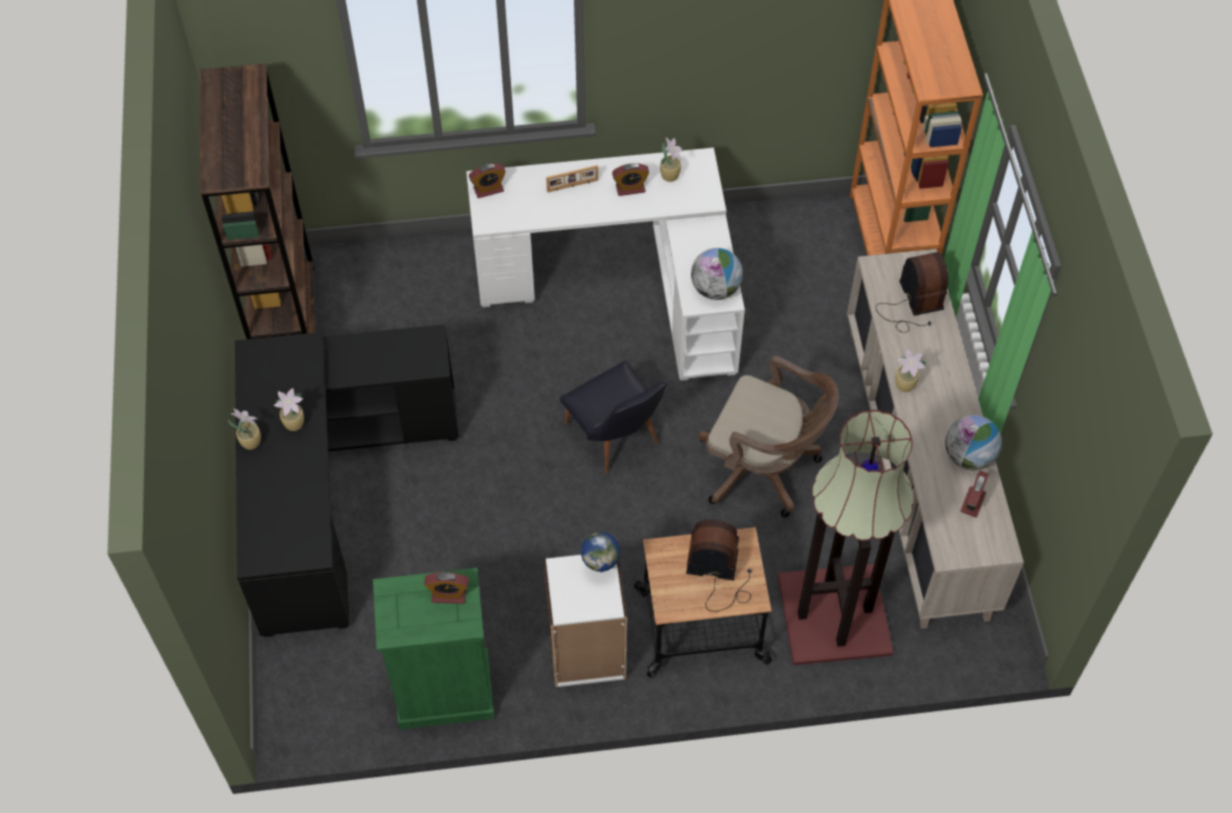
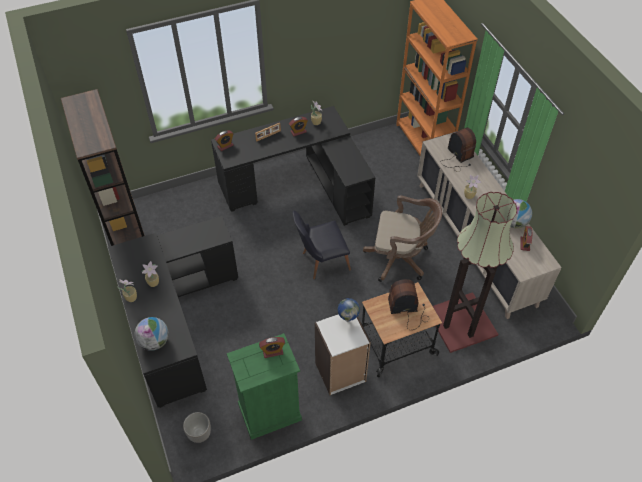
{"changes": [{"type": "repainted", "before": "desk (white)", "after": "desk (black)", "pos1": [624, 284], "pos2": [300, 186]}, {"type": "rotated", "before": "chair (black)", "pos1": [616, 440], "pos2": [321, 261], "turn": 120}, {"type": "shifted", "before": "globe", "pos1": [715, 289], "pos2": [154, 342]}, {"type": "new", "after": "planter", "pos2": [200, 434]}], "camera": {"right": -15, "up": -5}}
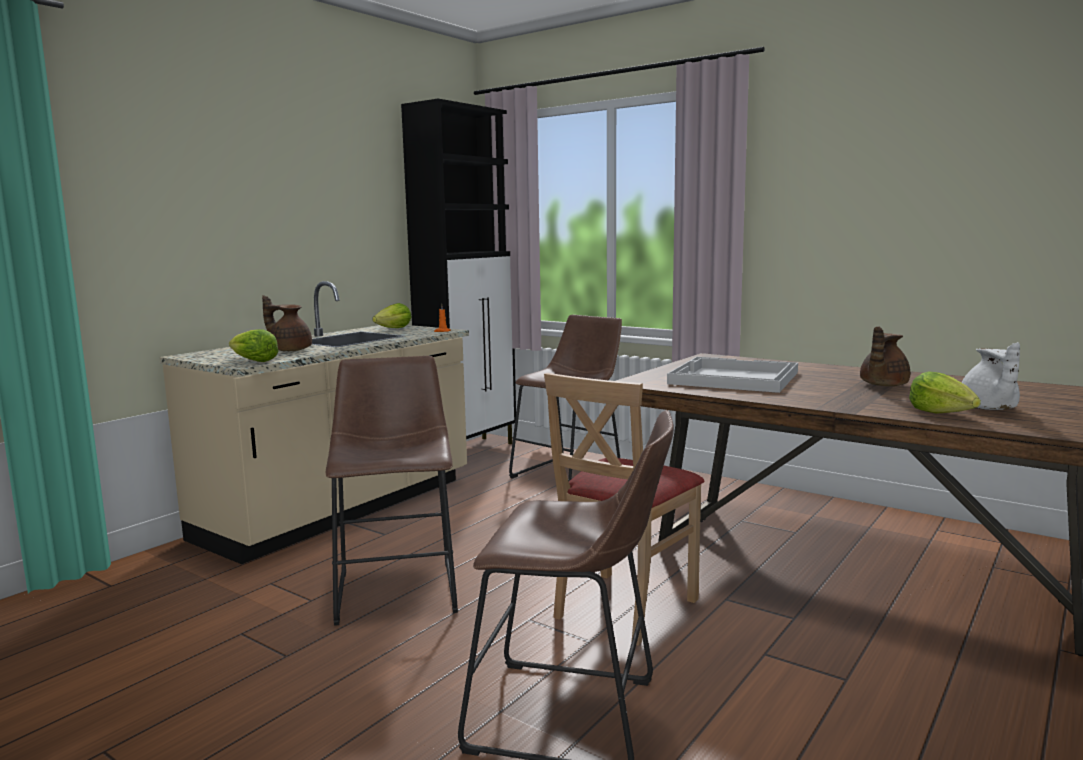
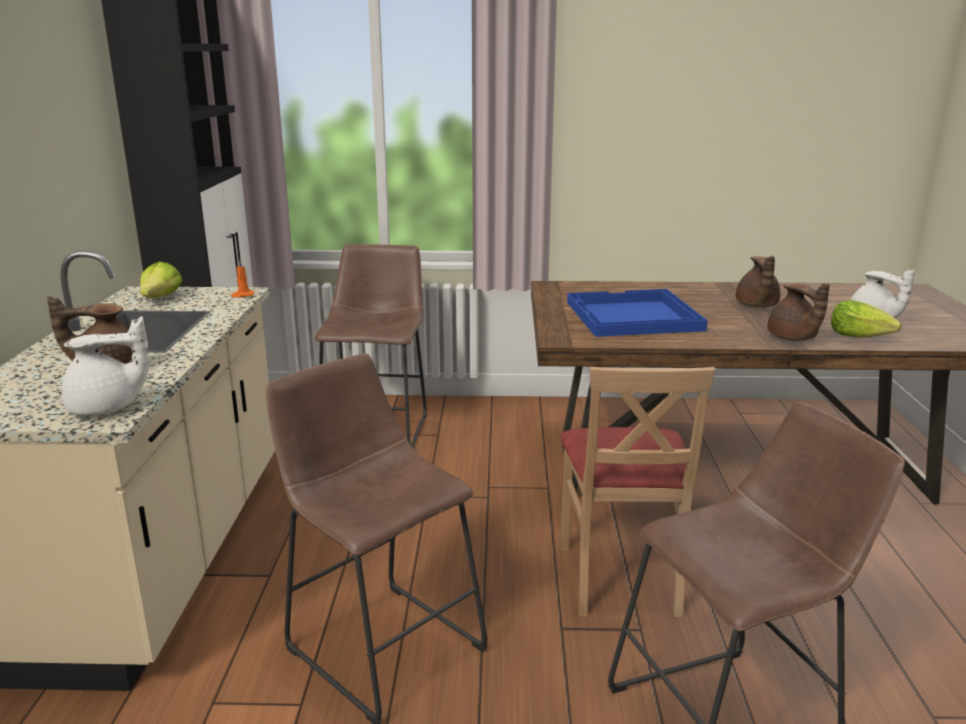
{"changes": [{"type": "swapped", "before": "lettuce", "after": "teapot (white)", "pos1": [253, 361], "pos2": [107, 408]}, {"type": "repainted", "before": "tray (white)", "after": "tray (blue)", "pos1": [732, 378], "pos2": [632, 316]}, {"type": "new", "after": "teapot (brown)", "pos2": [793, 338]}], "camera": {"right": -35, "up": 10}}
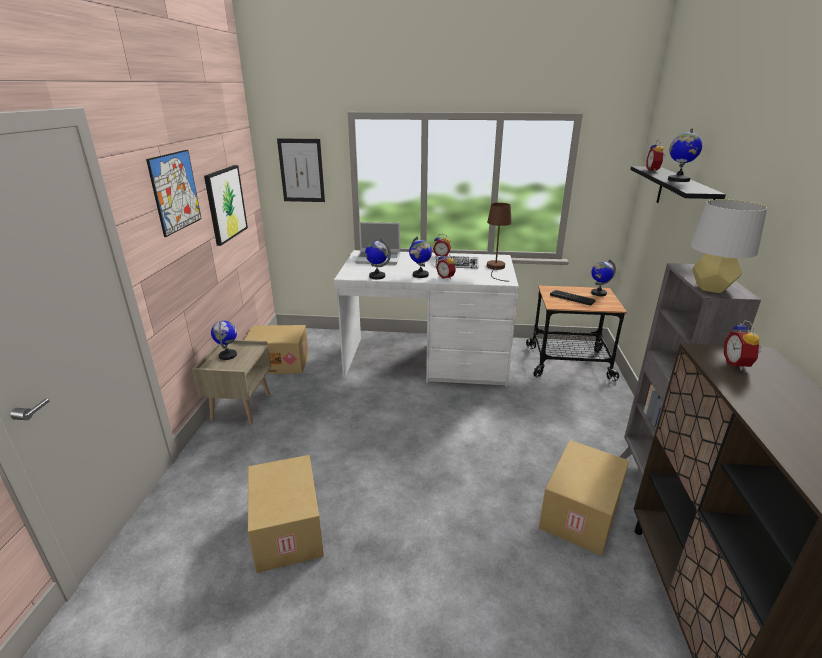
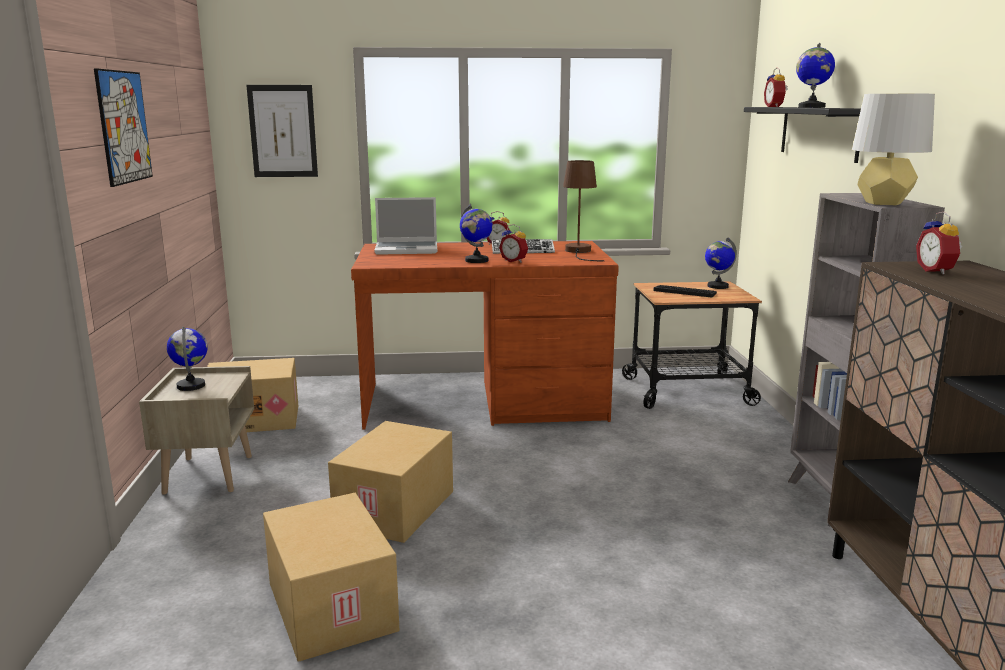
{"changes": [{"type": "gone", "before": "picture", "pos1": [225, 204]}, {"type": "repainted", "before": "desk (white)", "after": "desk (brown)", "pos1": [427, 361], "pos2": [485, 402]}, {"type": "gone", "before": "globe", "pos1": [377, 276]}, {"type": "shifted", "before": "cardboard box", "pos1": [581, 514], "pos2": [396, 509]}], "camera": {"right": -10, "up": -10}}
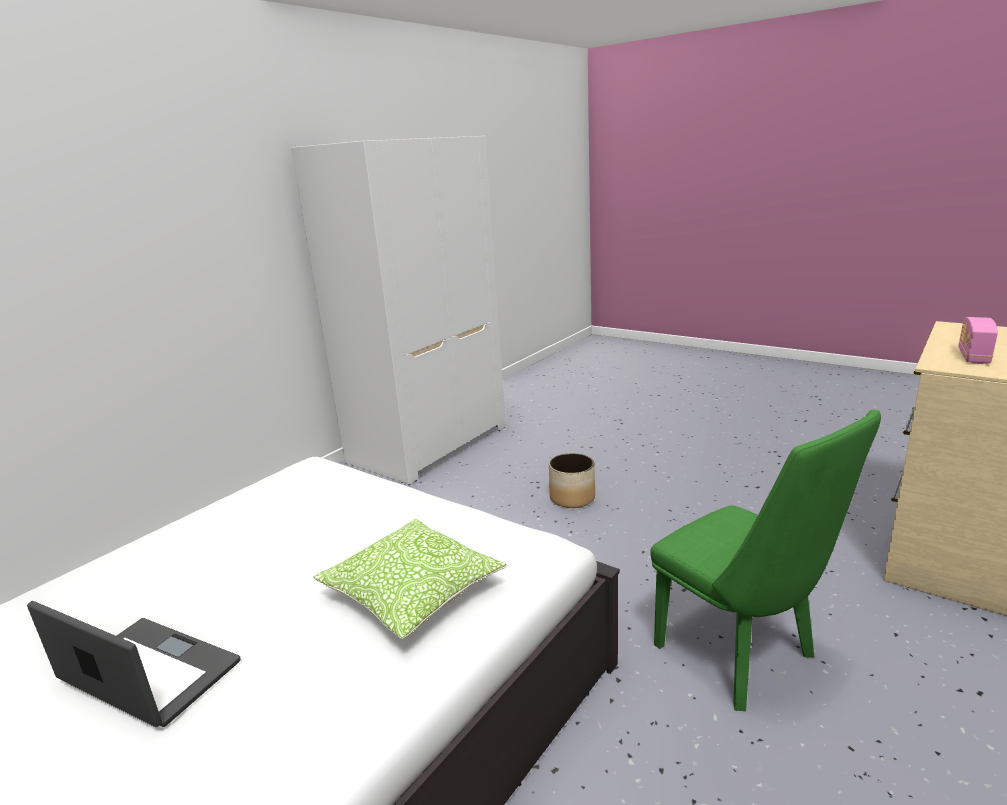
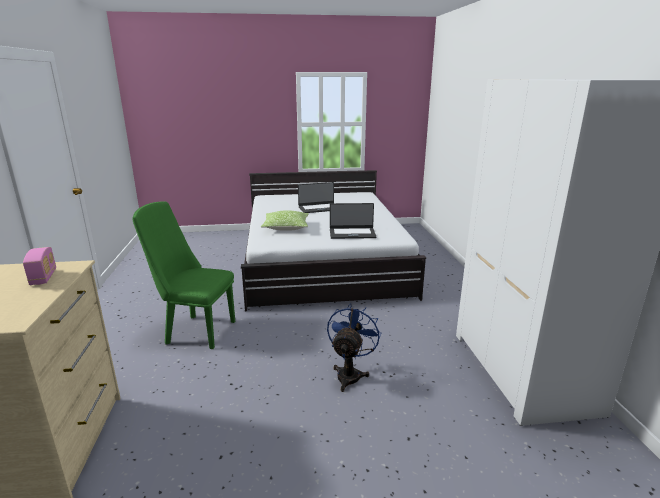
{"changes": [{"type": "swapped", "before": "planter", "after": "fan (blue)", "pos1": [573, 498], "pos2": [350, 374]}, {"type": "new", "after": "laptop", "pos2": [352, 233]}], "camera": {"right": 135, "up": 0}}
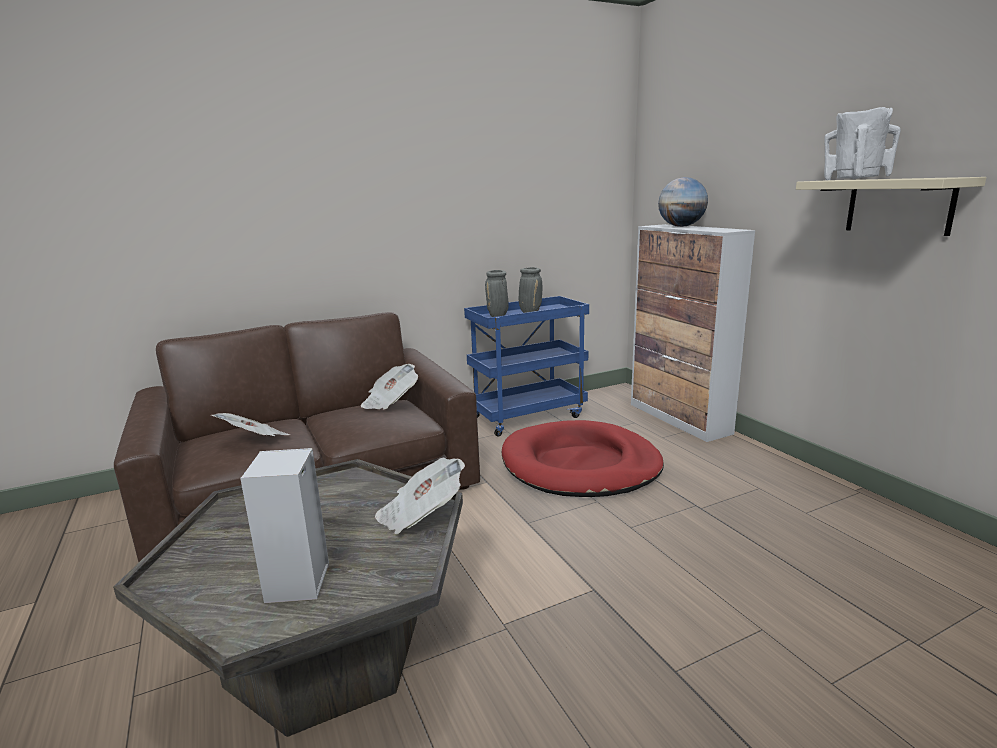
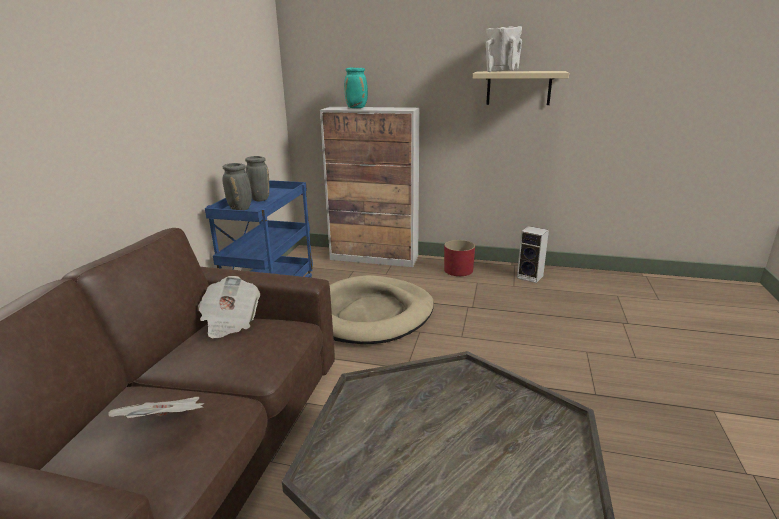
{"changes": [{"type": "shifted", "before": "speaker", "pos1": [298, 584], "pos2": [531, 277]}, {"type": "gone", "before": "newspaper", "pos1": [420, 515]}, {"type": "repainted", "before": "dog bed (red)", "after": "dog bed (beige)", "pos1": [580, 465], "pos2": [370, 314]}, {"type": "swapped", "before": "globe", "after": "vase (turquoise)", "pos1": [681, 226], "pos2": [357, 108]}, {"type": "new", "after": "planter (red)", "pos2": [458, 270]}], "camera": {"right": -50, "up": 5}}
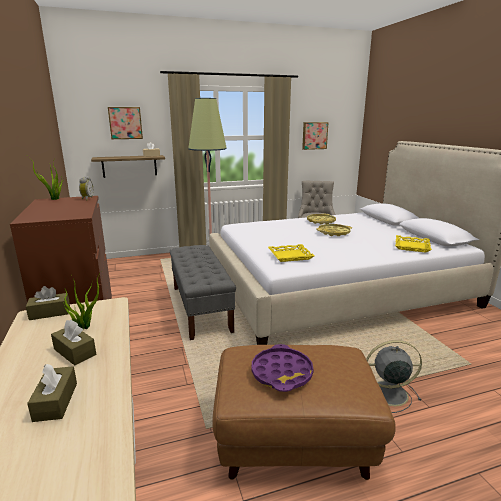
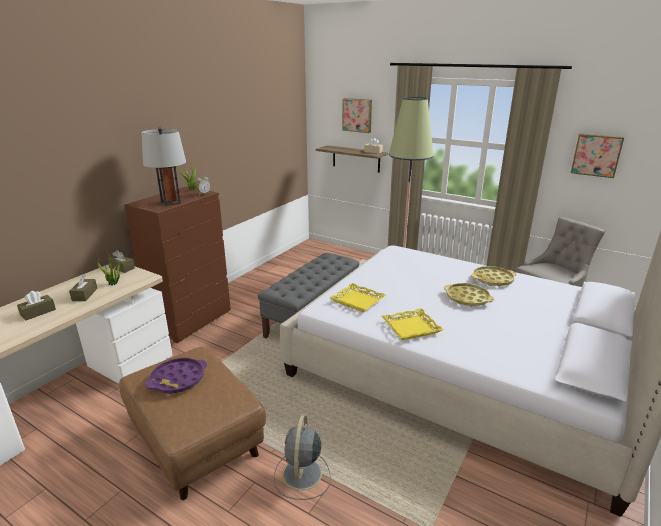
{"changes": [{"type": "rotated", "before": "fan (grey)", "pos1": [387, 393], "pos2": [302, 475], "turn": -135}, {"type": "shifted", "before": "tray (yellow)", "pos1": [411, 246], "pos2": [411, 327]}, {"type": "new", "after": "table lamp (grey)", "pos2": [170, 202]}], "camera": {"right": 50, "up": 5}}
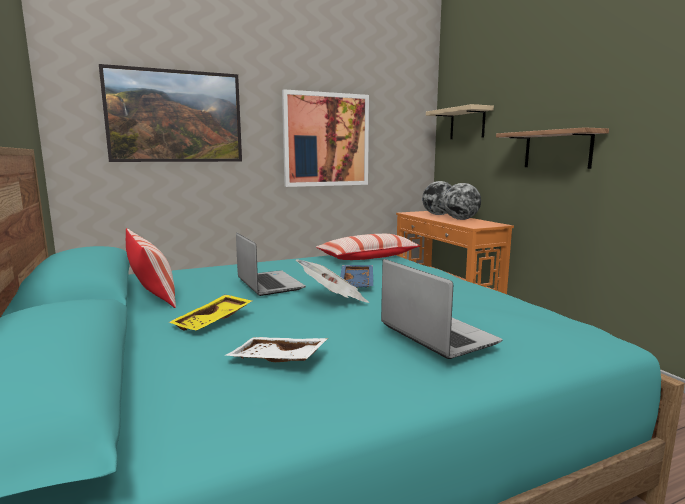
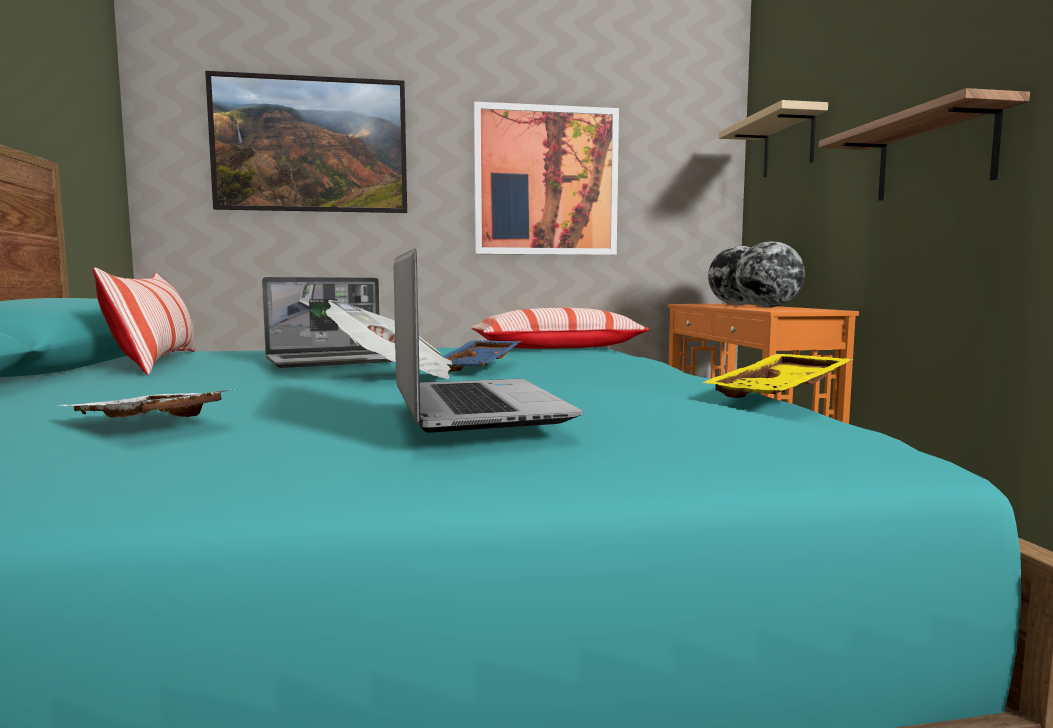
{"changes": [{"type": "shifted", "before": "tray (yellow)", "pos1": [213, 322], "pos2": [781, 392]}, {"type": "rotated", "before": "laptop", "pos1": [268, 284], "pos2": [334, 361], "turn": 75}], "camera": {"right": 15, "up": -5}}
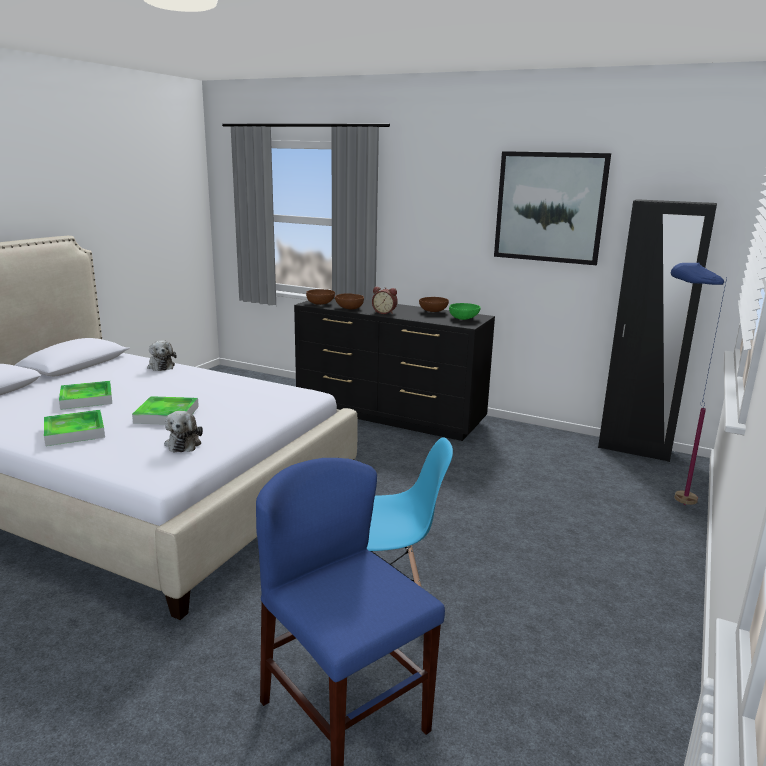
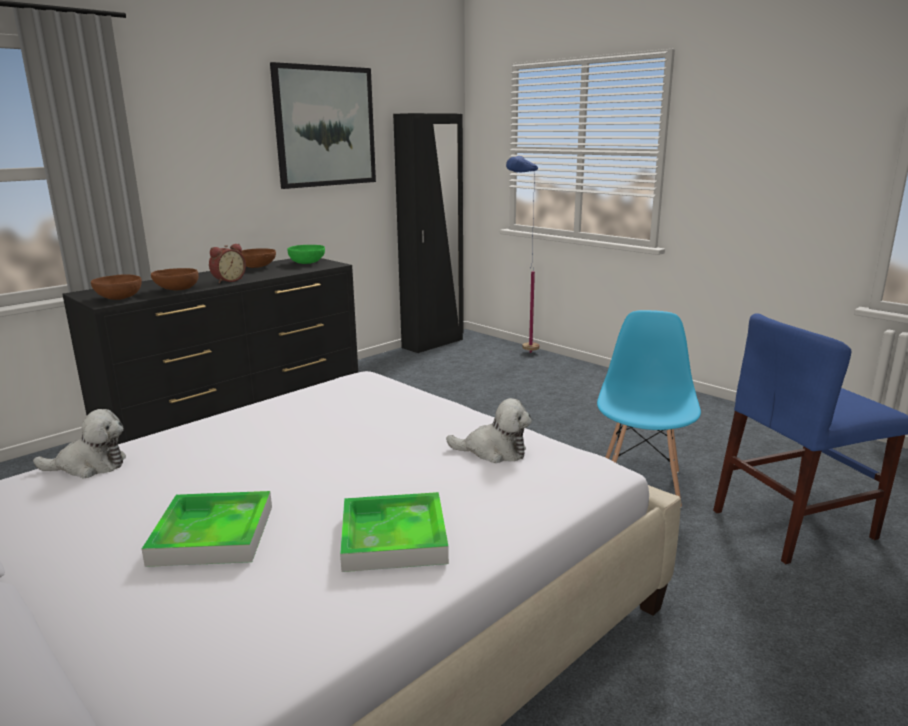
{"changes": [{"type": "gone", "before": "tray", "pos1": [167, 414]}], "camera": {"right": -70, "up": 0}}
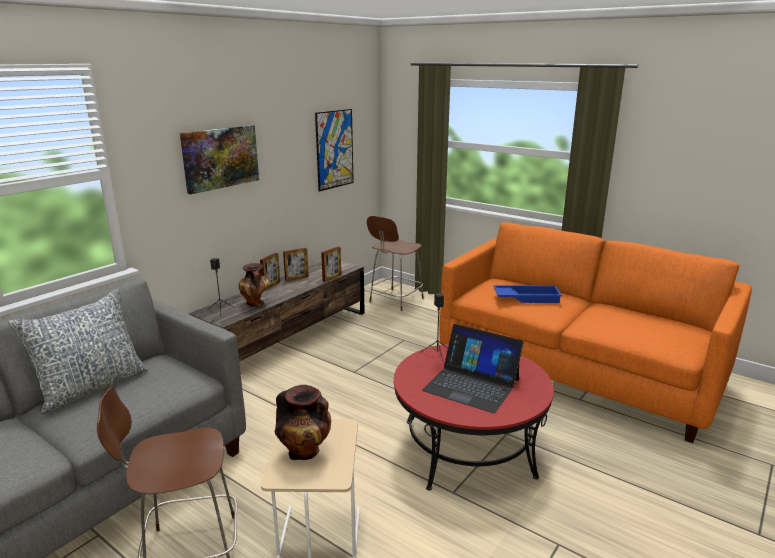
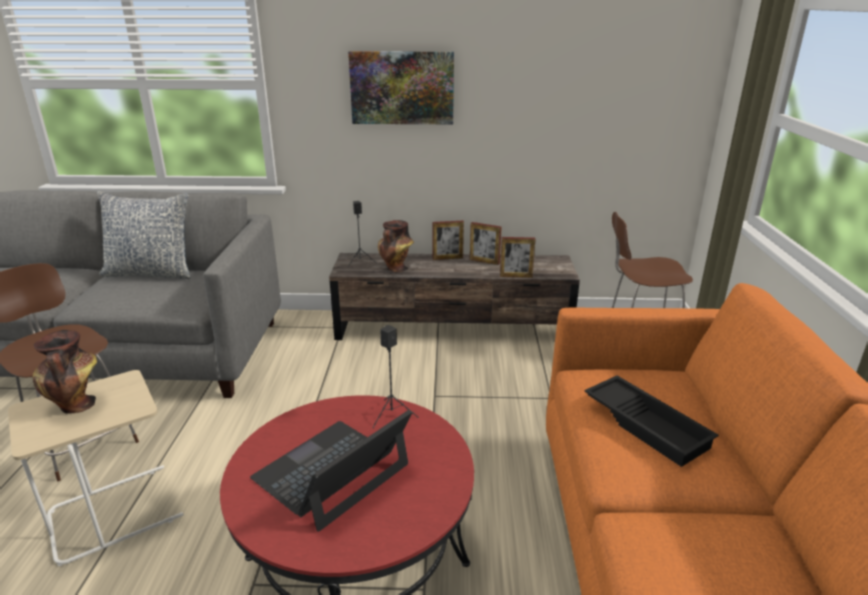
{"changes": [{"type": "gone", "before": "picture", "pos1": [334, 149]}, {"type": "rotated", "before": "laptop", "pos1": [471, 385], "pos2": [332, 472], "turn": 45}, {"type": "repainted", "before": "tray (blue)", "after": "tray (black)", "pos1": [526, 297], "pos2": [647, 425]}], "camera": {"right": 55, "up": 5}}
